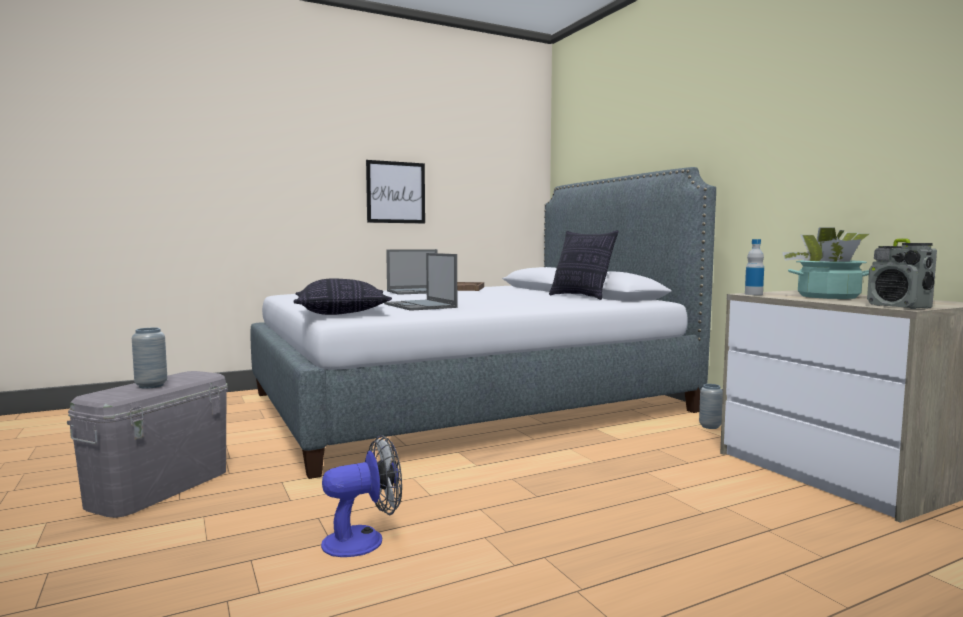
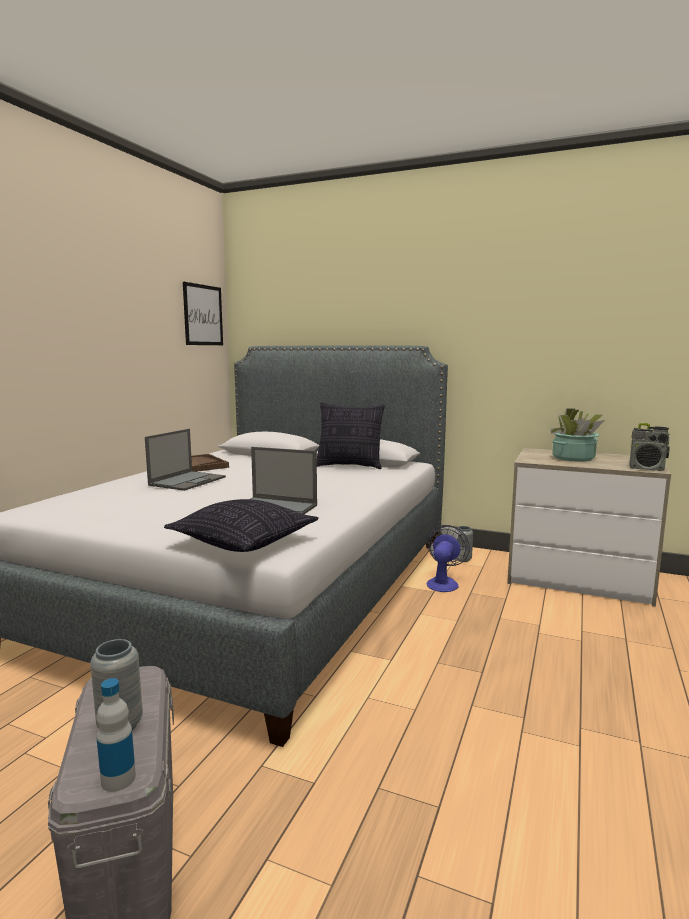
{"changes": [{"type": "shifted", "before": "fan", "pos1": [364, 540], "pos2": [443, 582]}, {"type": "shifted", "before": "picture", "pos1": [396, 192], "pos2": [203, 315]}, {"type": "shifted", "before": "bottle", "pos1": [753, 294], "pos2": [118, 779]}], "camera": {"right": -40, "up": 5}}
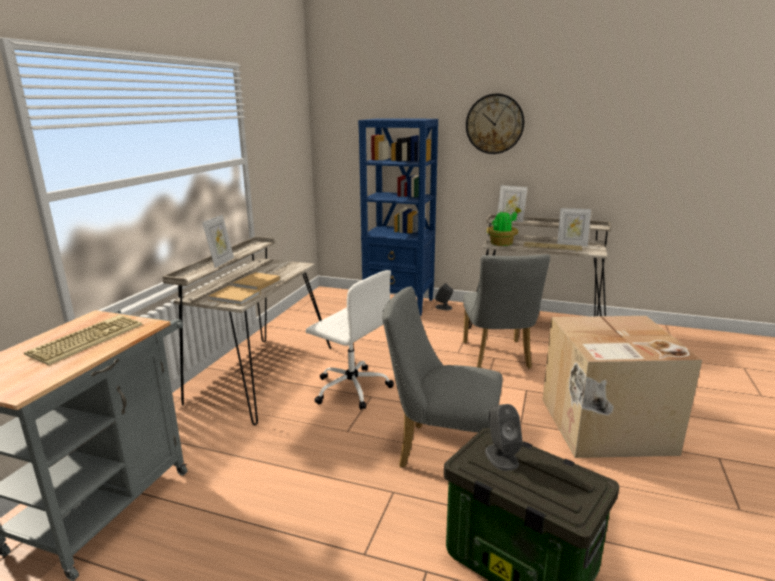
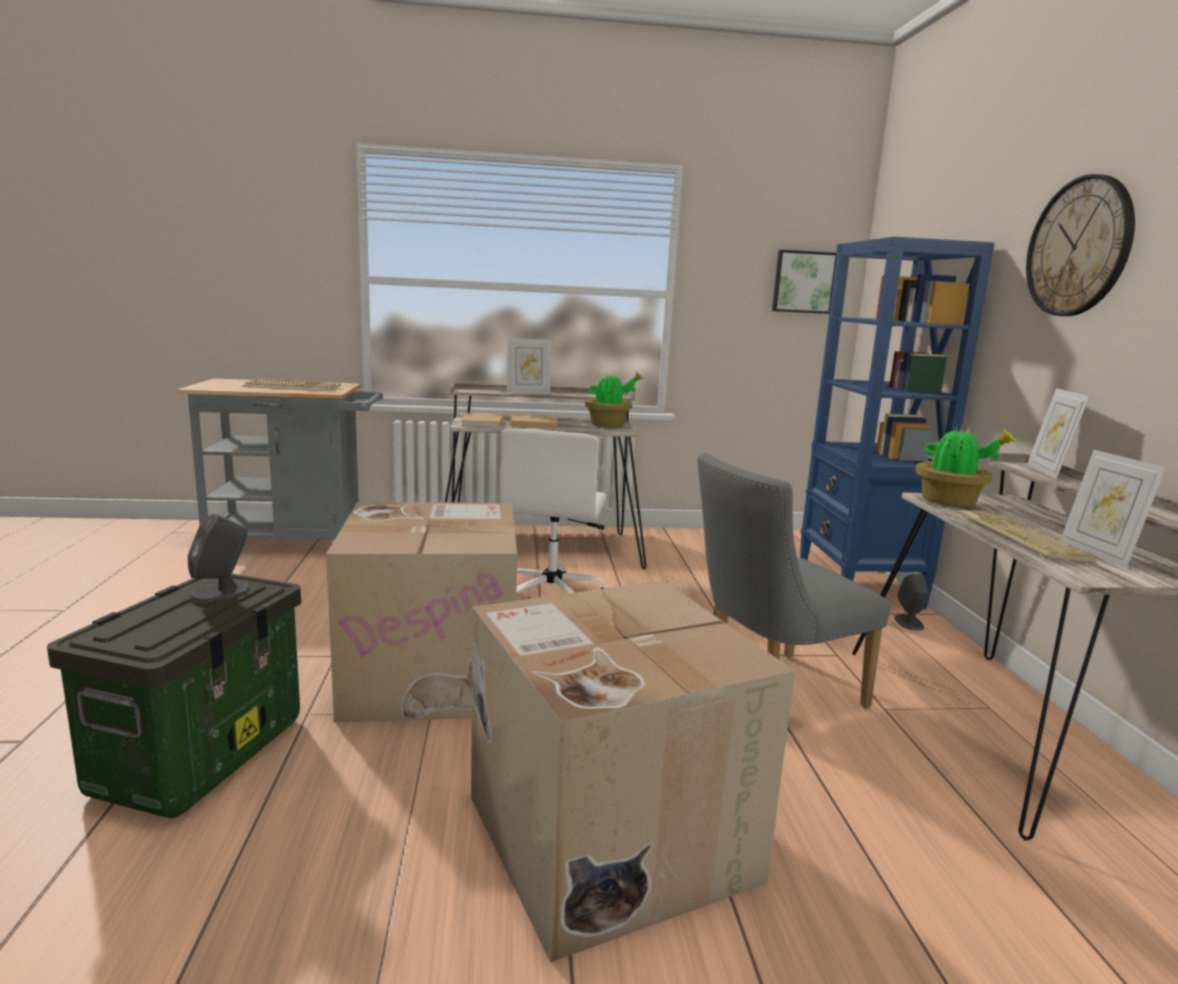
{"changes": [{"type": "swapped", "before": "chair (grey)", "after": "cardboard box", "pos1": [440, 451], "pos2": [434, 674]}, {"type": "new", "after": "potted plant", "pos2": [609, 425]}, {"type": "new", "after": "picture", "pos2": [803, 282]}], "camera": {"right": 65, "up": -5}}
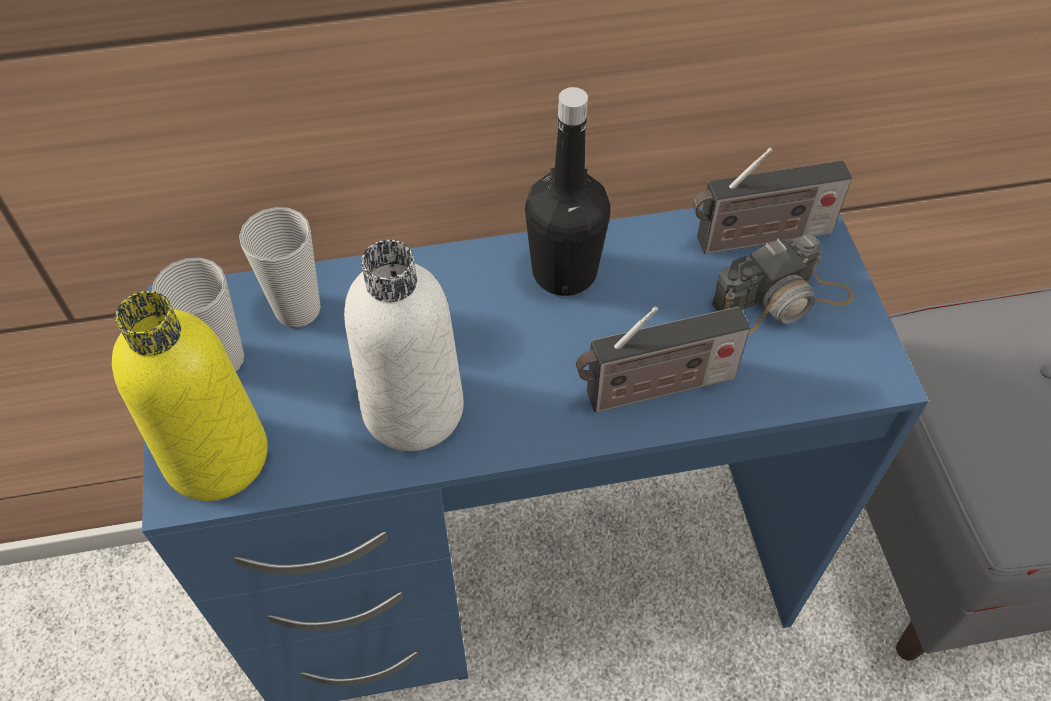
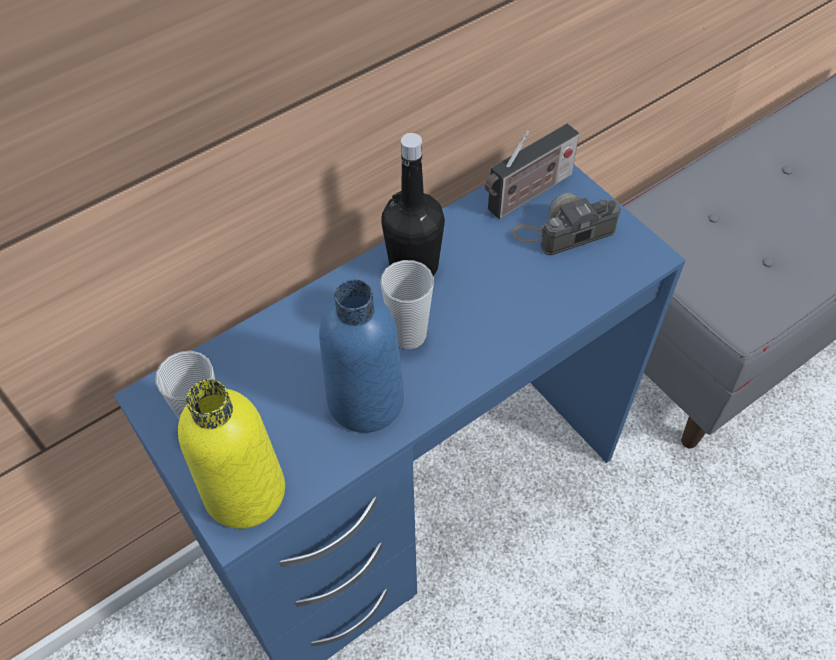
{"changes": [{"type": "shifted", "before": "cup", "pos1": [298, 309], "pos2": [408, 335]}, {"type": "repainted", "before": "bottle (white)", "after": "bottle (blue)", "pos1": [413, 409], "pos2": [365, 400]}, {"type": "gone", "before": "radio", "pos1": [654, 389]}, {"type": "rotated", "before": "photo camera", "pos1": [781, 300], "pos2": [564, 230], "turn": -150}], "camera": {"right": -25, "up": 0}}
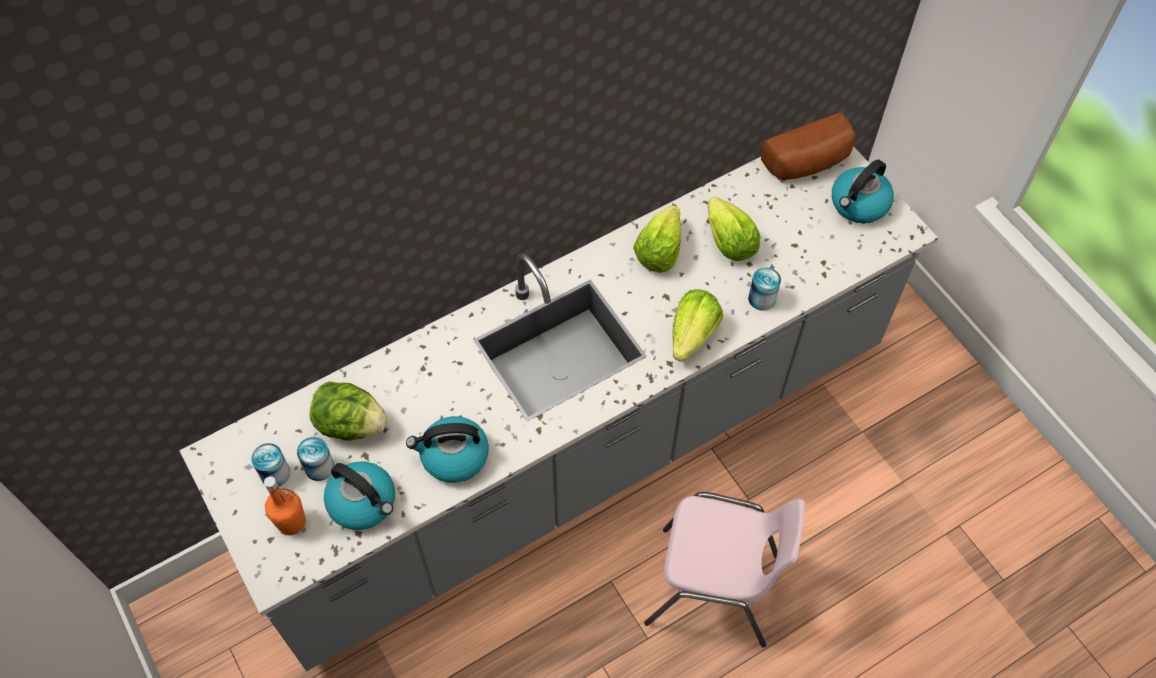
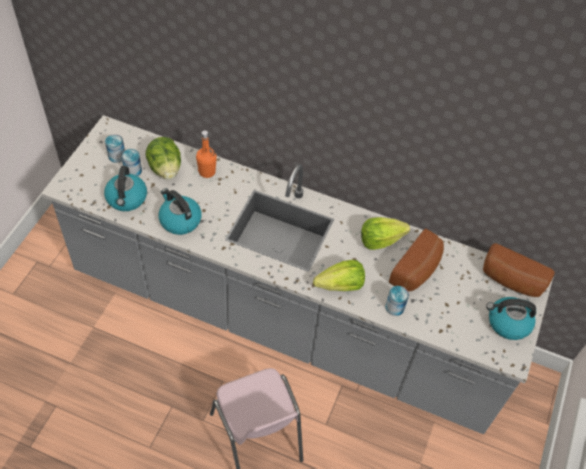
{"changes": [{"type": "shifted", "before": "bottle (orange)", "pos1": [291, 522], "pos2": [207, 172]}, {"type": "swapped", "before": "lettuce", "after": "bread", "pos1": [729, 242], "pos2": [417, 270]}], "camera": {"right": 50, "up": -5}}
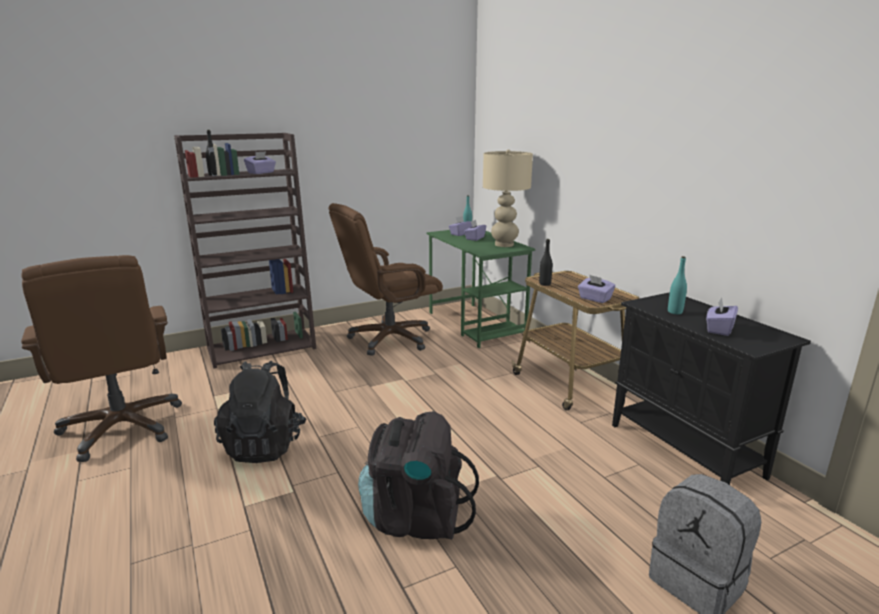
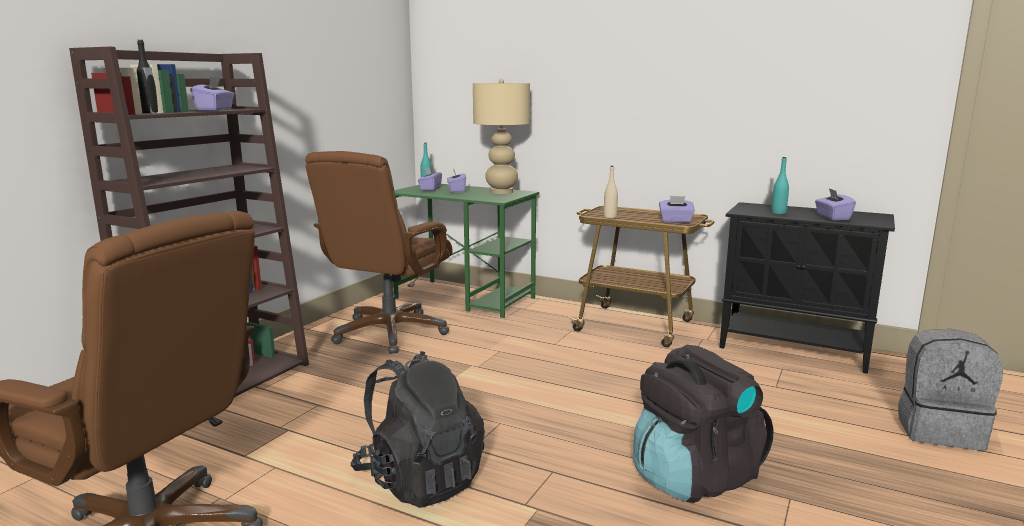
{"changes": [{"type": "repainted", "before": "bottle (black)", "after": "bottle (beige)", "pos1": [545, 284], "pos2": [610, 217]}], "camera": {"right": -35, "up": -5}}
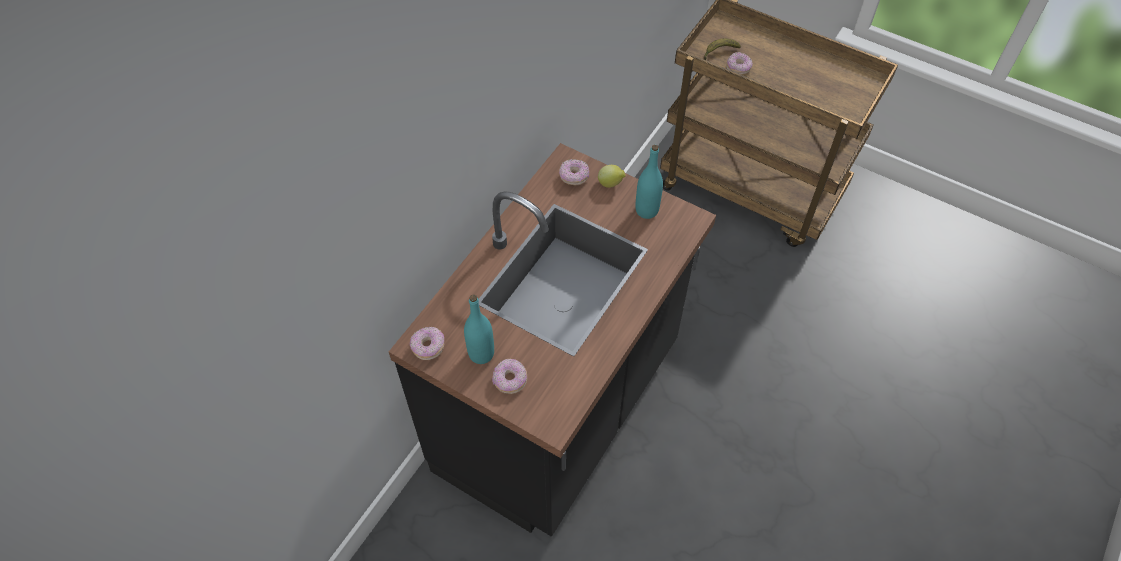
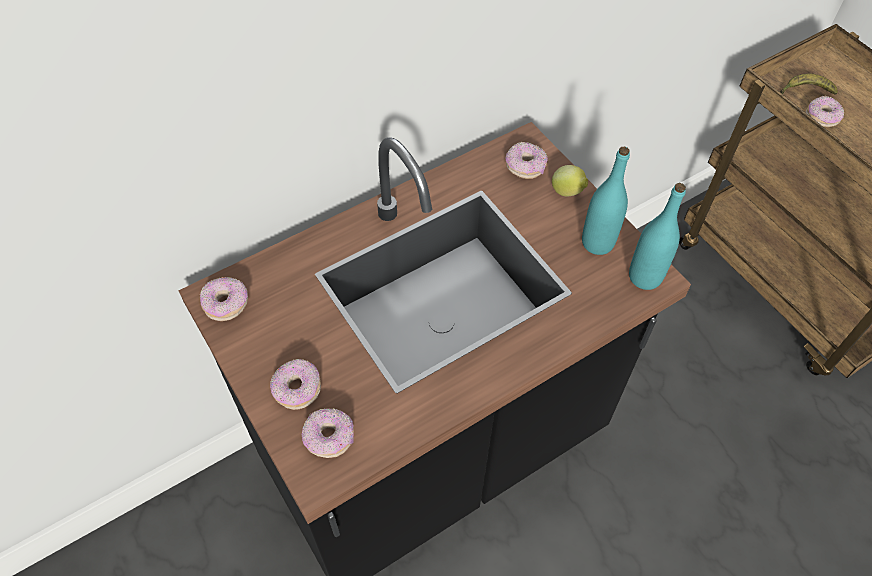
{"changes": [{"type": "shifted", "before": "bottle (turquoise)", "pos1": [481, 353], "pos2": [645, 277]}, {"type": "new", "after": "donut", "pos2": [329, 437]}], "camera": {"right": 25, "up": 0}}
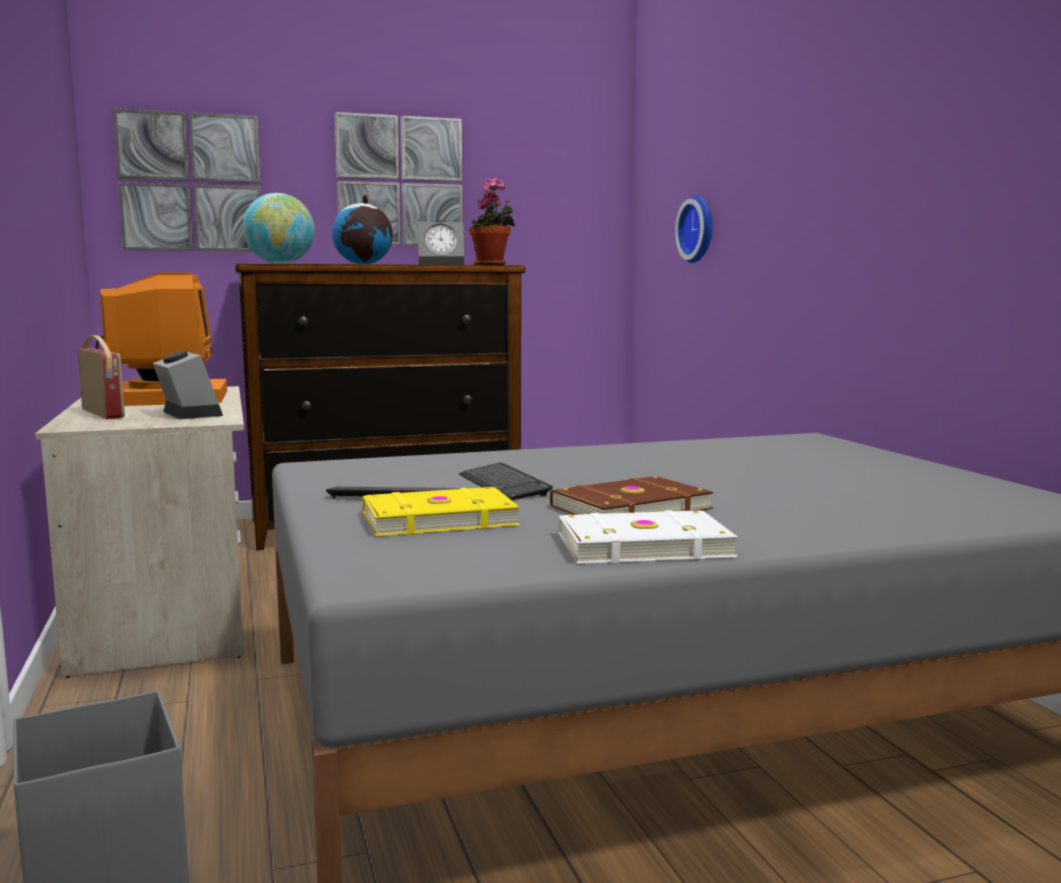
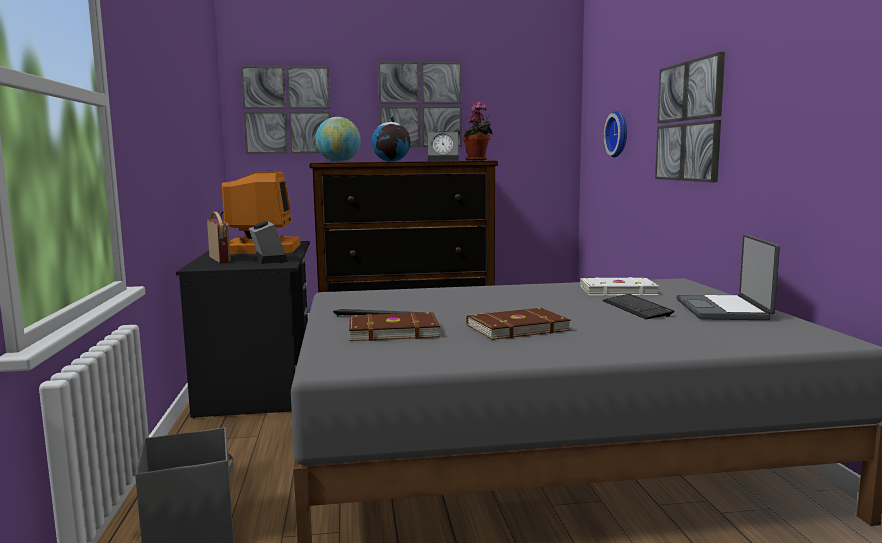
{"changes": [{"type": "repainted", "before": "desk (beige)", "after": "desk (black)", "pos1": [167, 608], "pos2": [259, 379]}, {"type": "repainted", "before": "book (yellow)", "after": "book (brown)", "pos1": [437, 518], "pos2": [392, 331]}, {"type": "shifted", "before": "keyboard", "pos1": [503, 485], "pos2": [636, 308]}, {"type": "shifted", "before": "book (white)", "pos1": [641, 544], "pos2": [617, 290]}, {"type": "new", "after": "picture", "pos2": [689, 121]}, {"type": "new", "after": "laptop", "pos2": [724, 310]}], "camera": {"right": 10, "up": 0}}
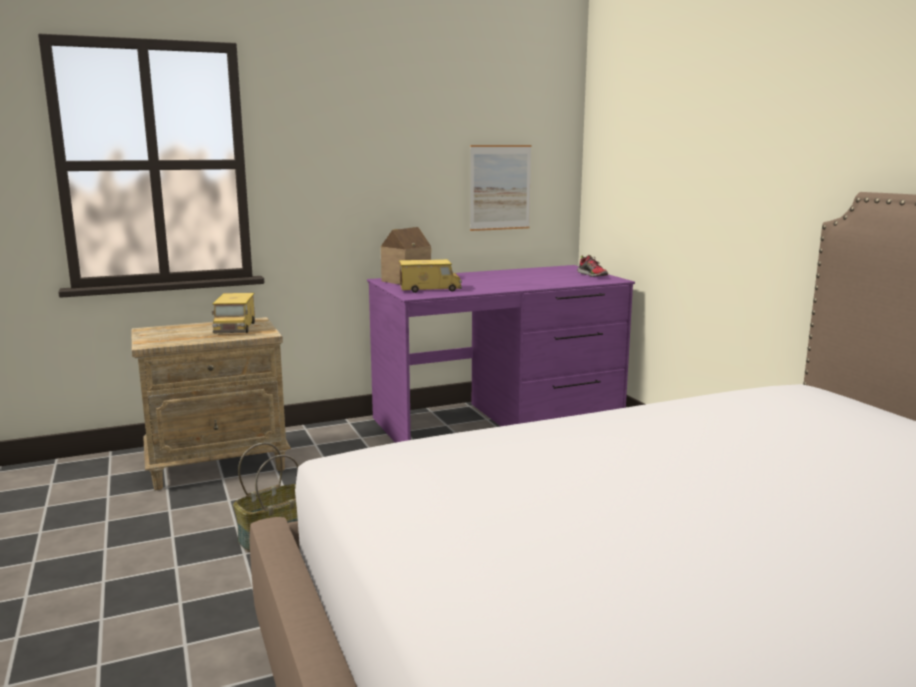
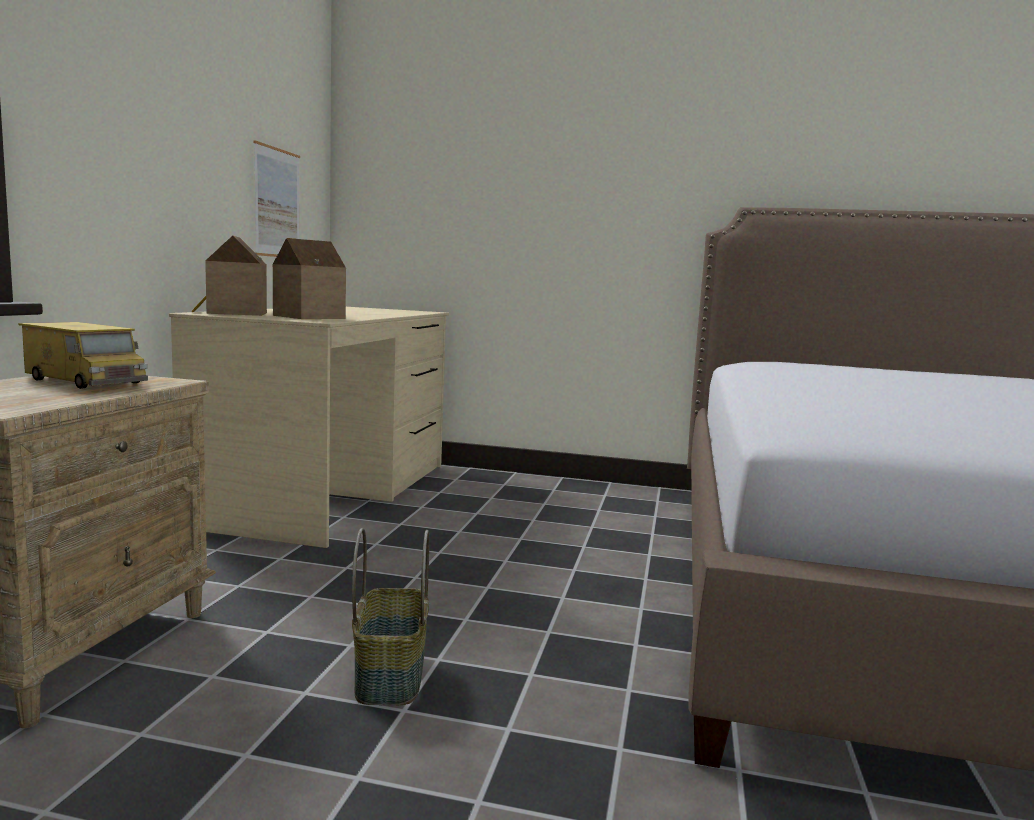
{"changes": [{"type": "repainted", "before": "desk (purple)", "after": "desk (beige)", "pos1": [498, 420], "pos2": [332, 492]}, {"type": "swapped", "before": "toy truck", "after": "toy house", "pos1": [430, 289], "pos2": [306, 317]}, {"type": "gone", "before": "shoe", "pos1": [592, 275]}], "camera": {"right": -55, "up": -5}}
